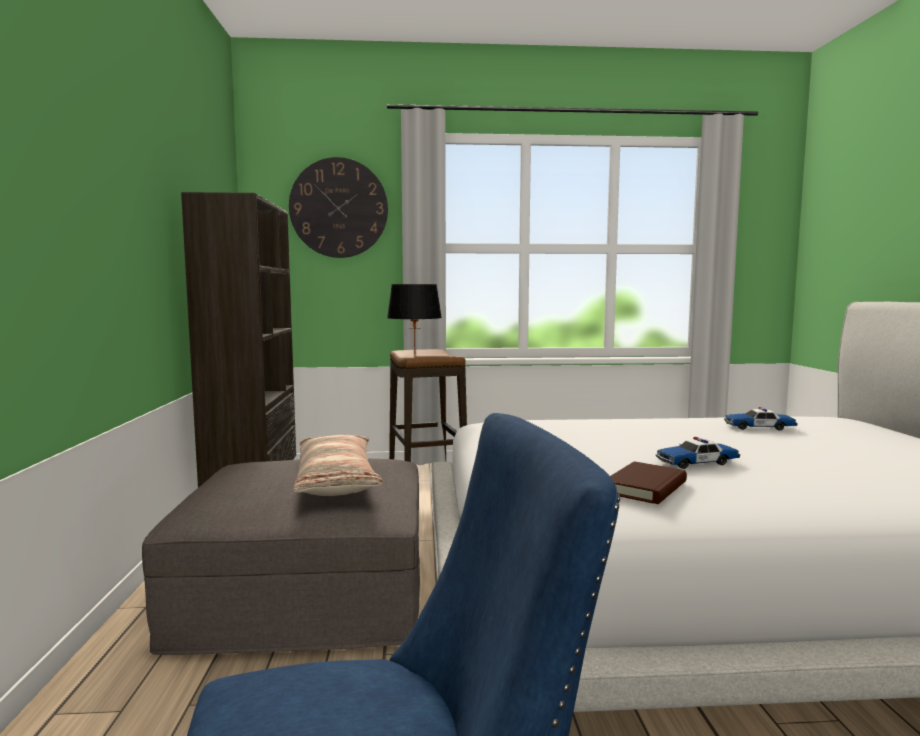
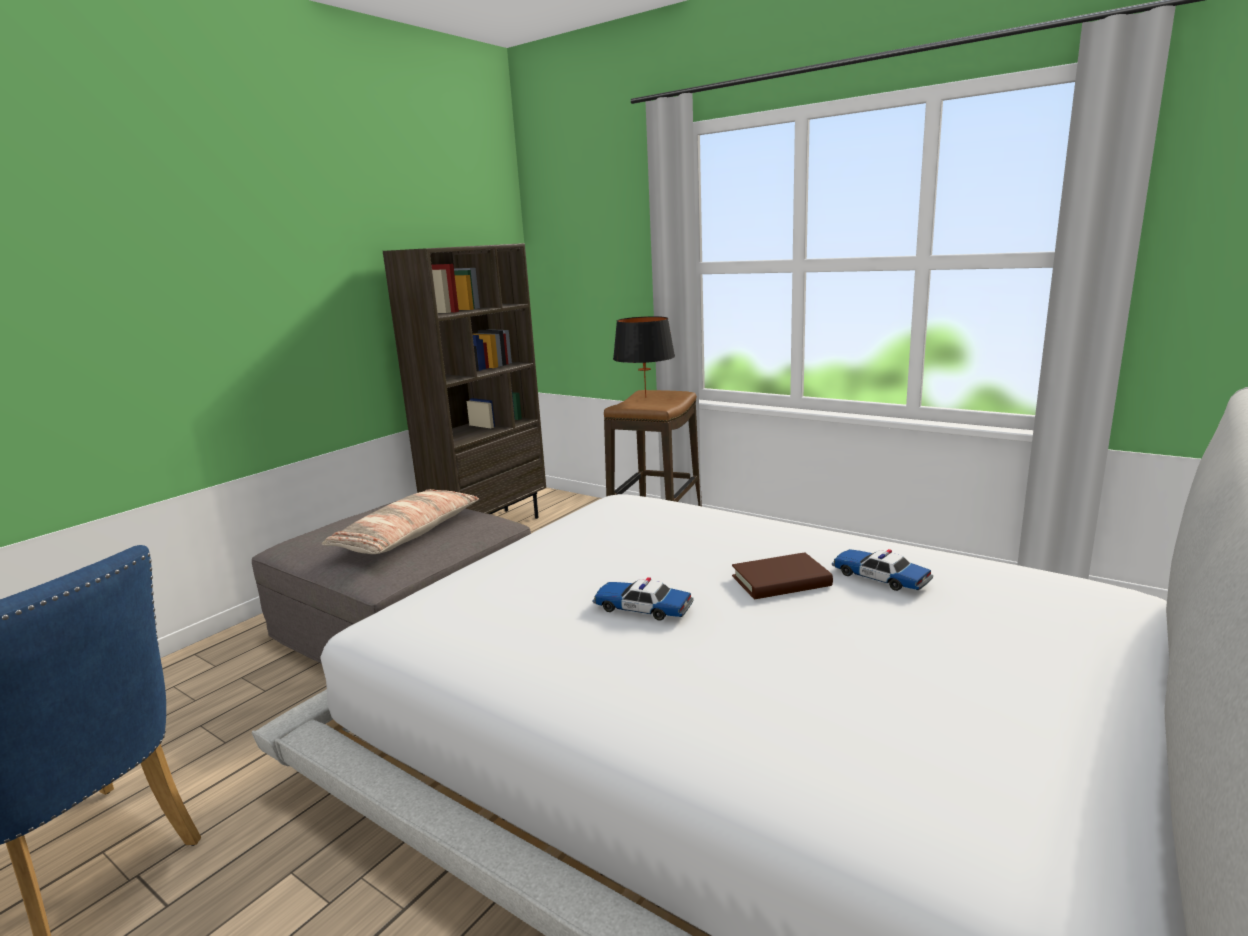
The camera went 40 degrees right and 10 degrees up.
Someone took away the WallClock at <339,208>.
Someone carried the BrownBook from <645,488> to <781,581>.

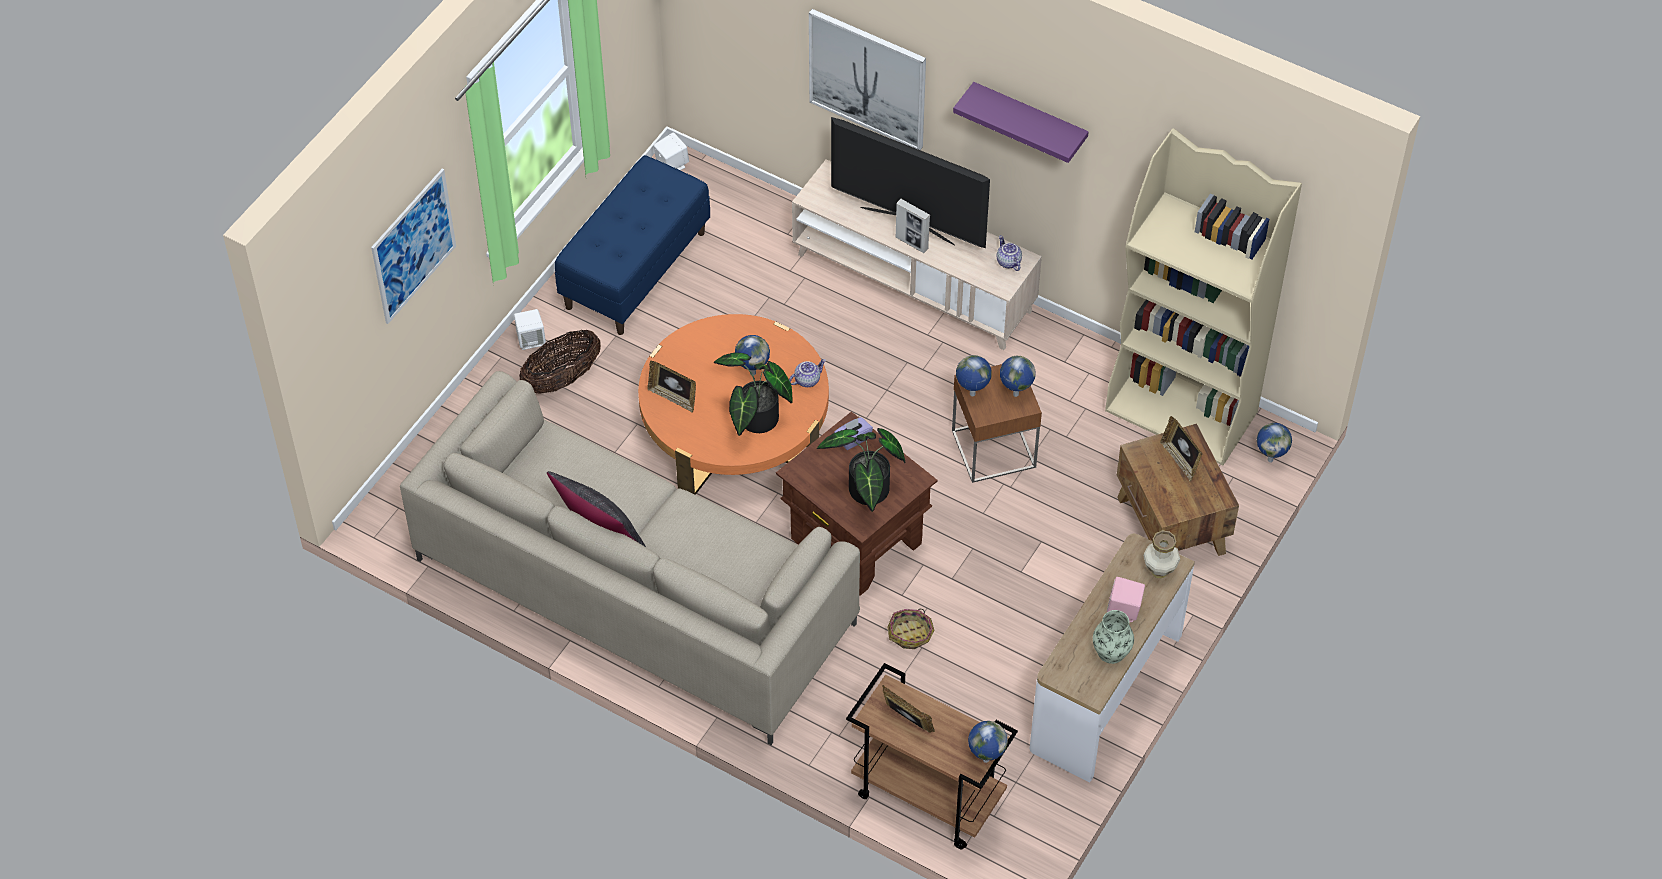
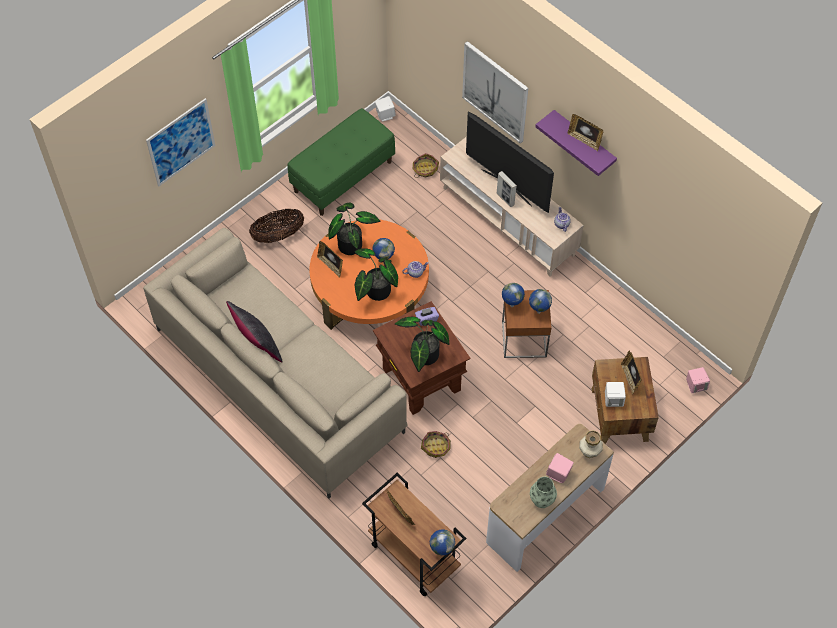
The camera went 15 degrees right and 5 degrees up.
Someone took away the BeigeBookcase at <1182,411>.
Someone repainted the BlueBench at <635,269>, which became the GreenBench at <343,176>.
Someone carried the WhiteSpeaker from <531,340> to <613,400>.
Someone swapped the Globe at <1270,459> for the PinkSpeaker at <695,386>.
Someone put down the PictureFrame at <584,140>.
Someone put down the Basket at <425,169>.
Someone put down the PottedPlant at <351,243>.

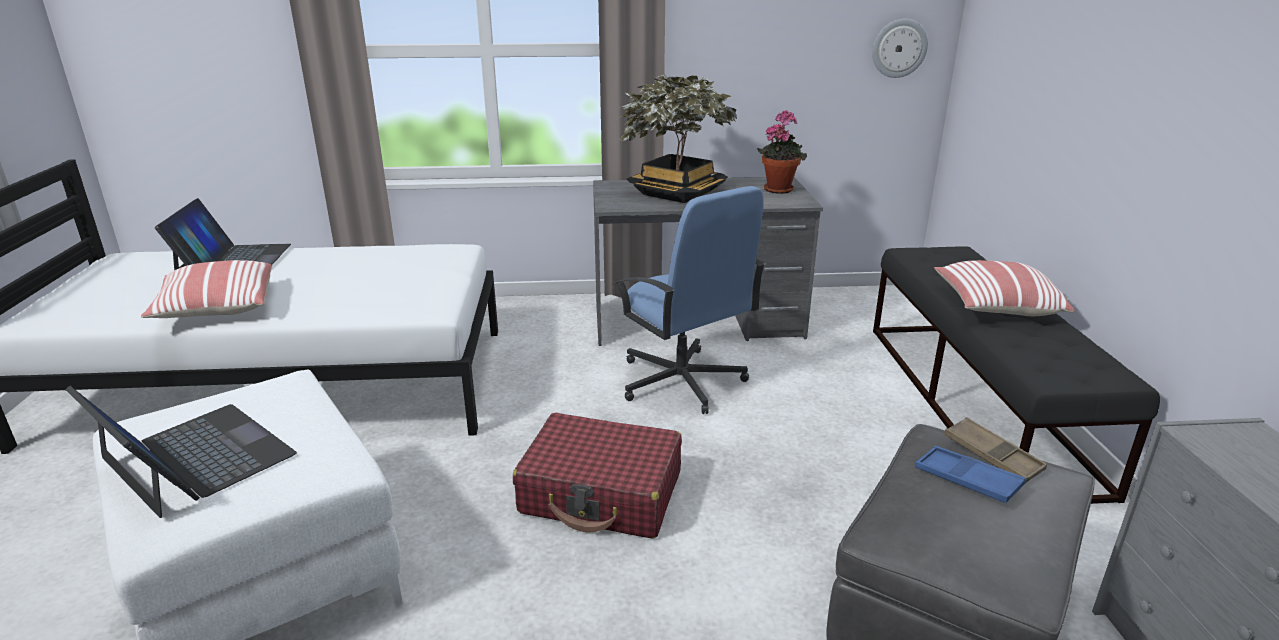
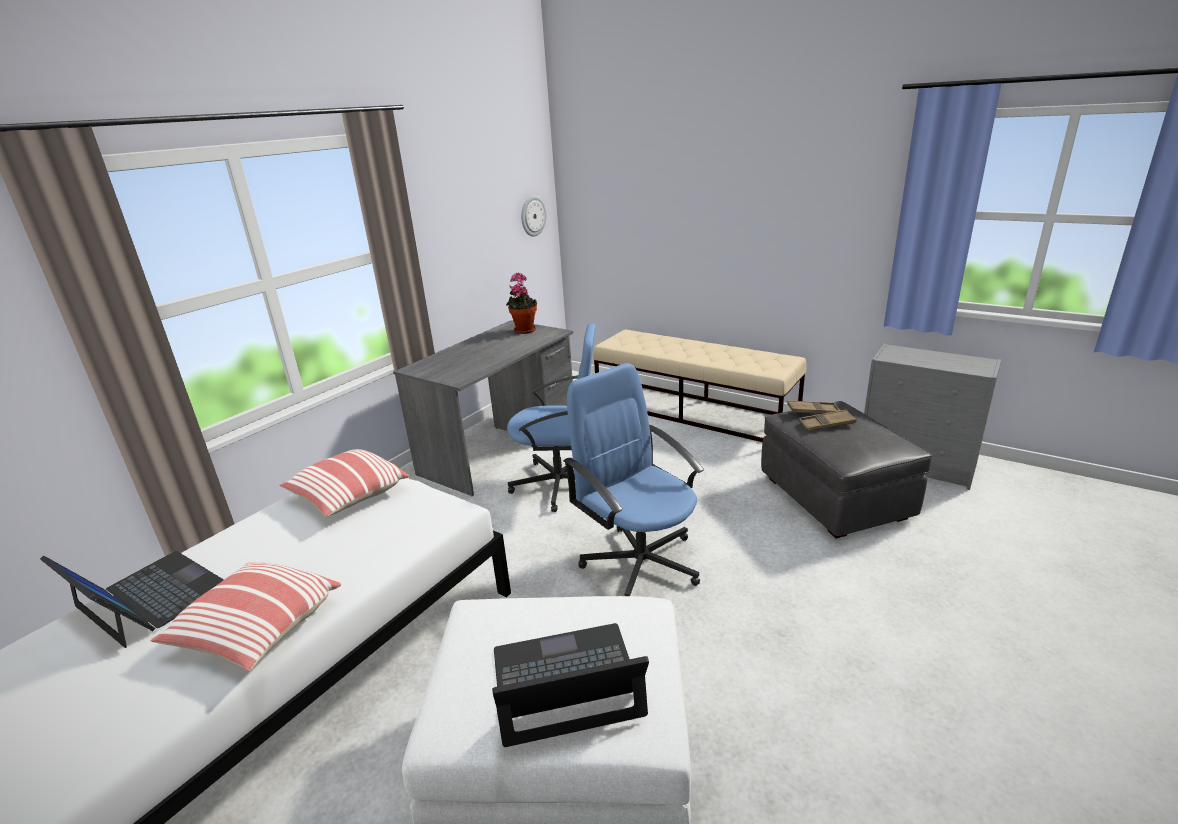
The camera went 50 degrees left and 0 degrees up.
Someone took away the PottedPlant at <677,193>.
Someone repainted the BlackBench at <976,402>, which became the BeigeBench at <694,411>.
Someone carried the Pillow from <995,306> to <348,496>.
Someone swapped the RedSuitcase at <602,493> for the BlueOfficeChair at <640,562>.
Someone repainted the BlueTray at <967,480>, which became the BrownTray at <826,424>.

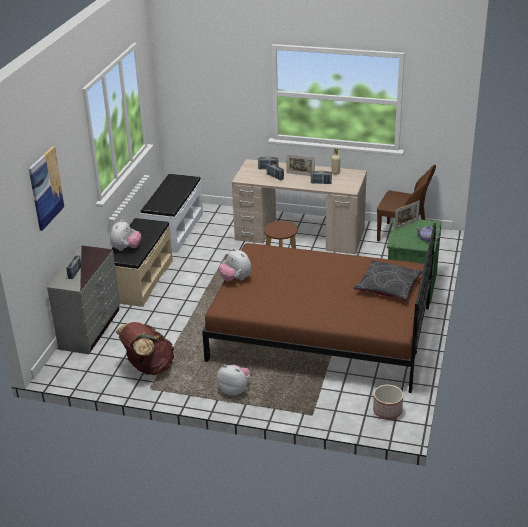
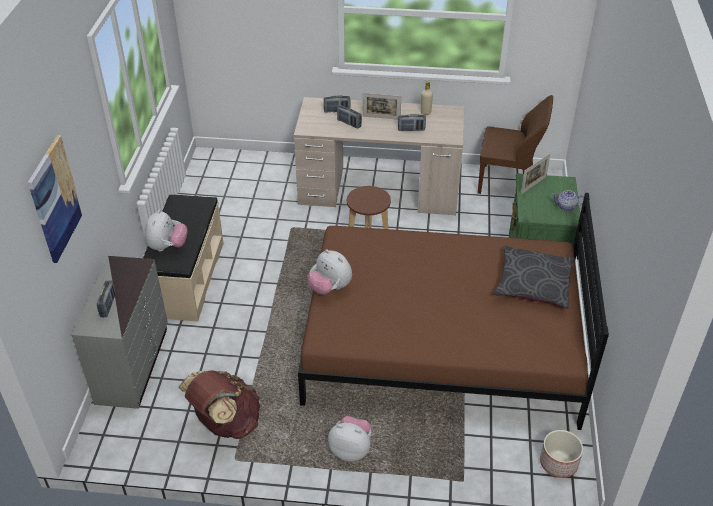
The camera went 10 degrees left and 10 degrees up.
Someone took away the WhiteBench at <174,230>.

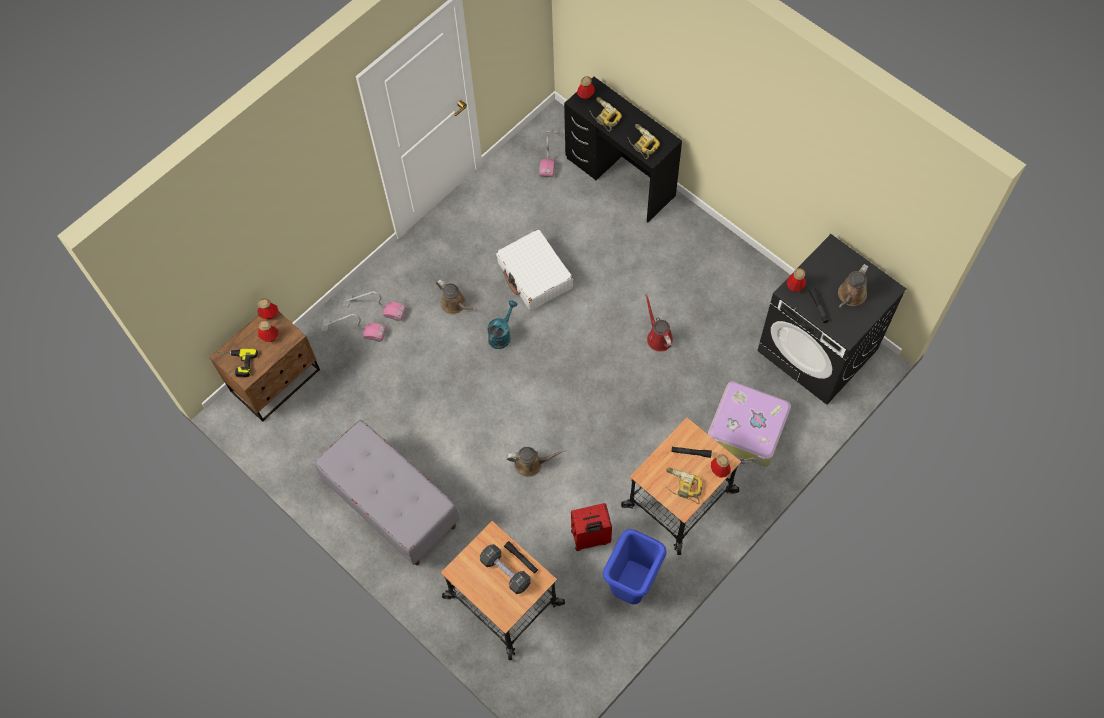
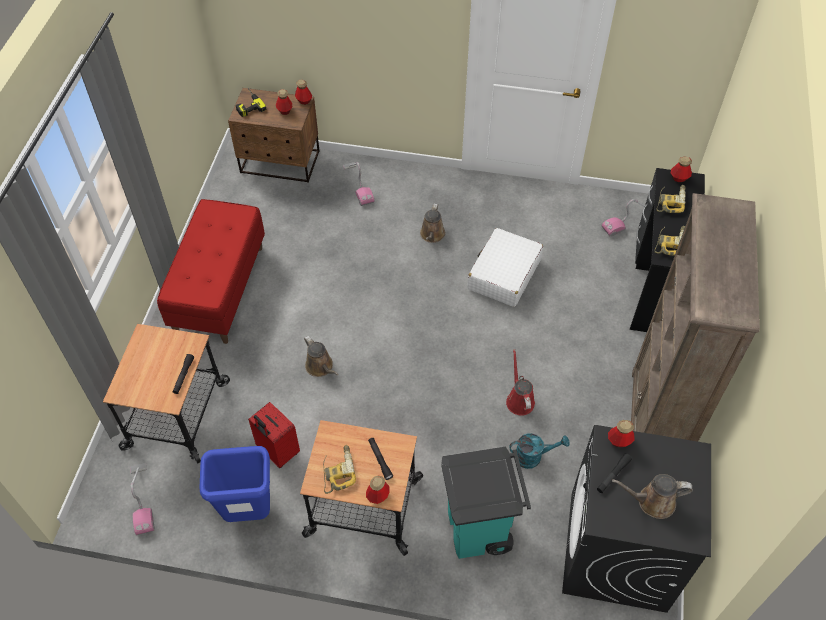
The camera went 55 degrees right and 10 degrees down.
Someone carried the VacuumCleaner from <374,308> to <142,499>.
Someone rotated the RedWateringCan at <658,337> by 45 degrees counterclockwise.
Someone carried the TurquoiseWateringCan from <501,334> to <533,456>.
Someone swapped the Suitcase at <747,429> for the TurquoiseTrashCan at <479,529>.
Someone repainted the GreyBench at <391,505>, which became the RedBench at <219,289>.
Someone took away the BlackDumbbell at <505,572>.
Someone put down the BrownBookcase at <652,426>.

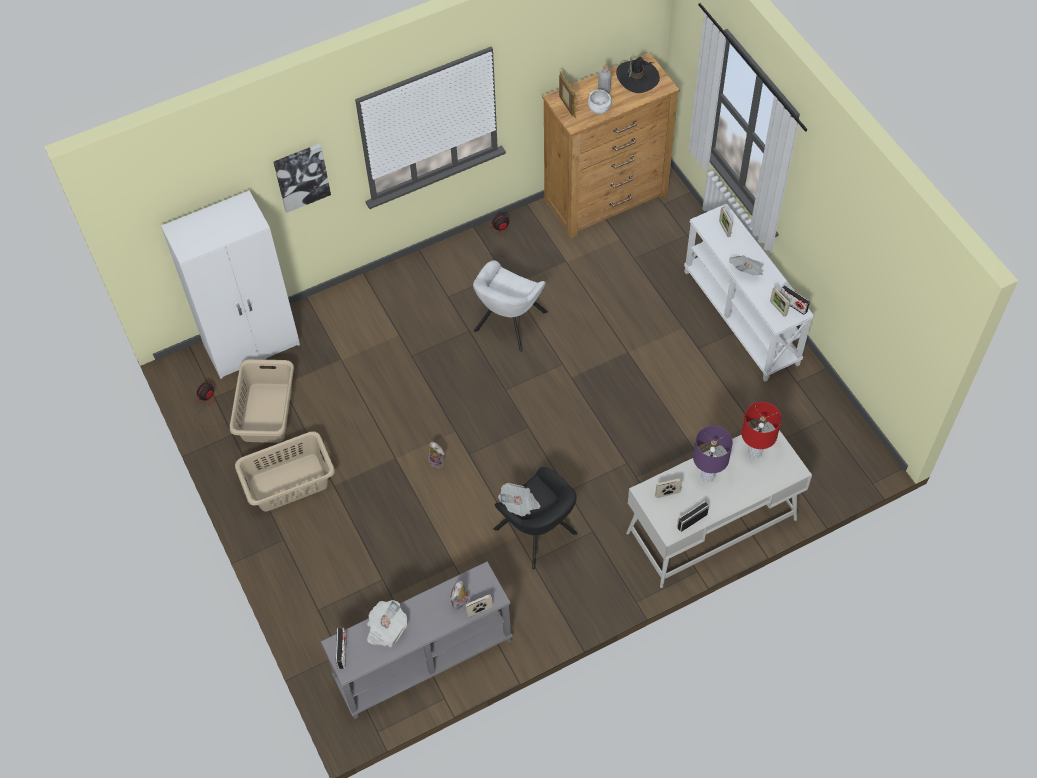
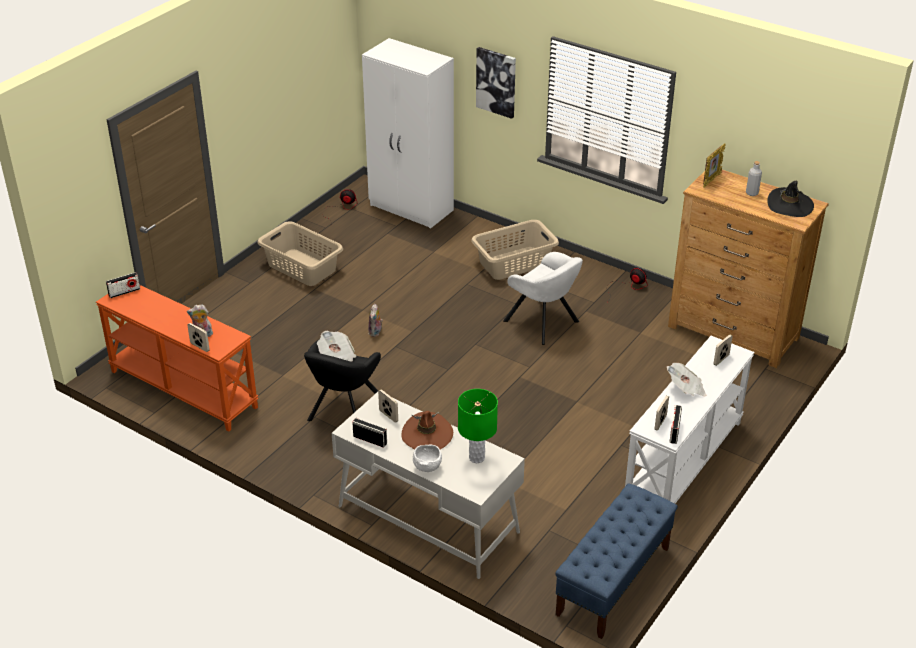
The camera went 60 degrees right and 20 degrees down.
Someone carried the WhiteBowl from <598,109> to <427,466>.
Someone rotated the WhiteArmchair at <508,324> by 135 degrees counterclockwise.
Someone carried the BeigeLaundryBasket from <267,412> to <514,263>.
Someone repainted the RedTableLamp at <755,452>, which became the GreenTableLamp at <476,458>.
Someone swapped the PurpleTableLamp at <707,475> for the BrownHat at <427,435>.
Someone repainted the GreyConsoleTable at <423,661>, which became the OrangeConsoleTable at <182,389>.
Someone took away the Newspaper at <386,629>.
Someone put down the BlueBench at <613,581>.

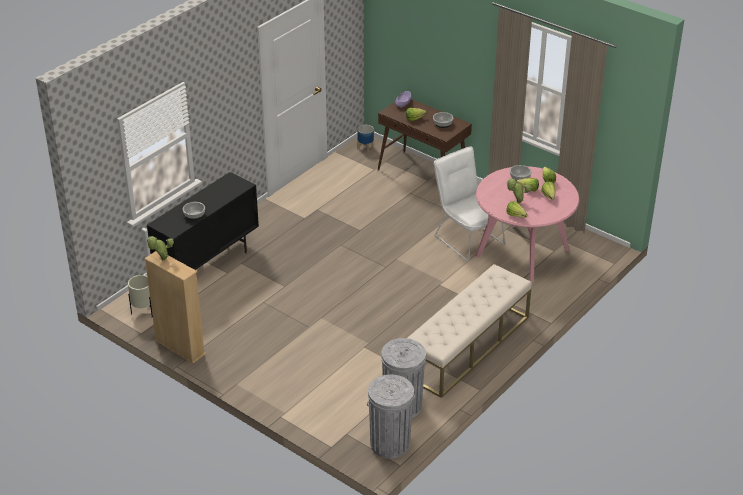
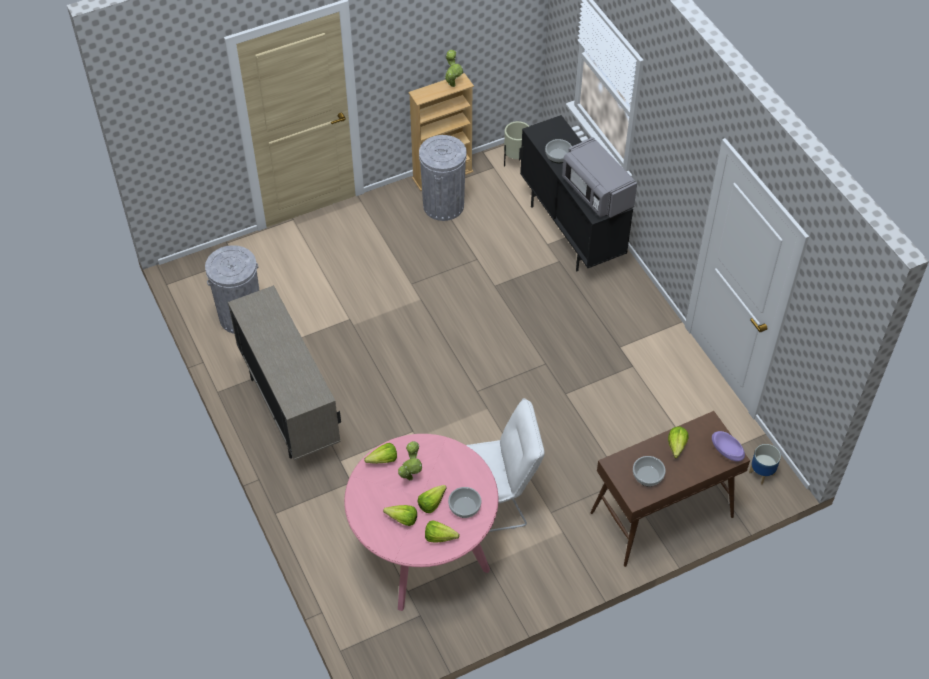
The camera went 115 degrees right and 15 degrees up.
Someone swapped the BeigeBench at <467,346> for the BeigeCabinet at <290,410>.
Someone carried the GreyTrashCan from <390,444> to <443,205>.
Someone put down the GreyMicrowave at <596,193>.

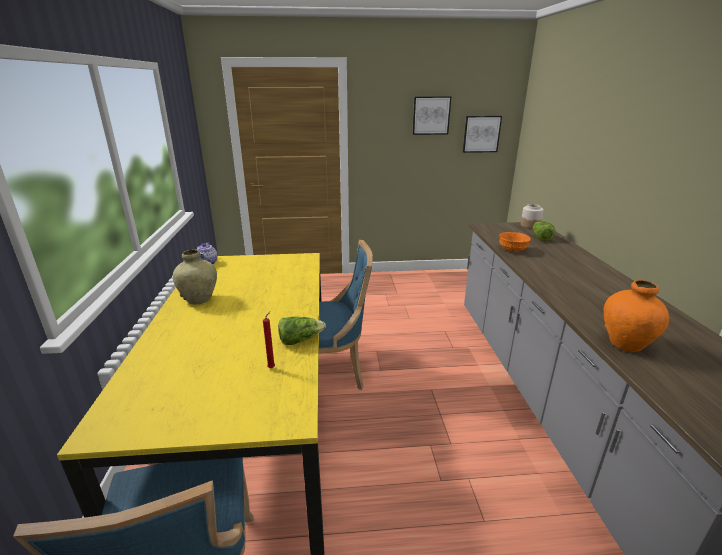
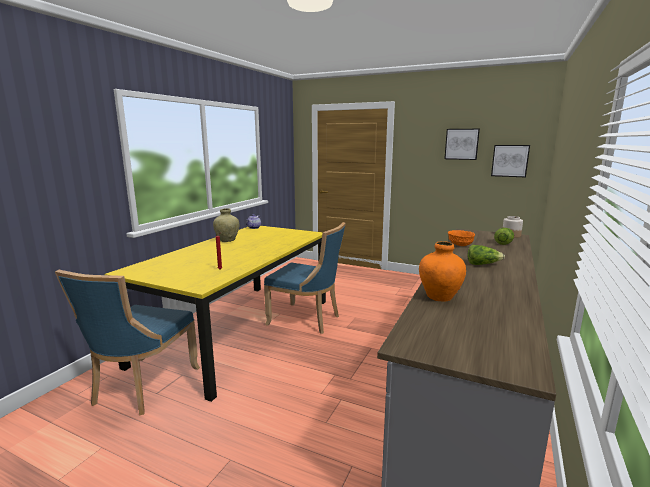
The camera went 30 degrees right and 10 degrees down.
Someone carried the Lettuce from <300,340> to <482,264>.

